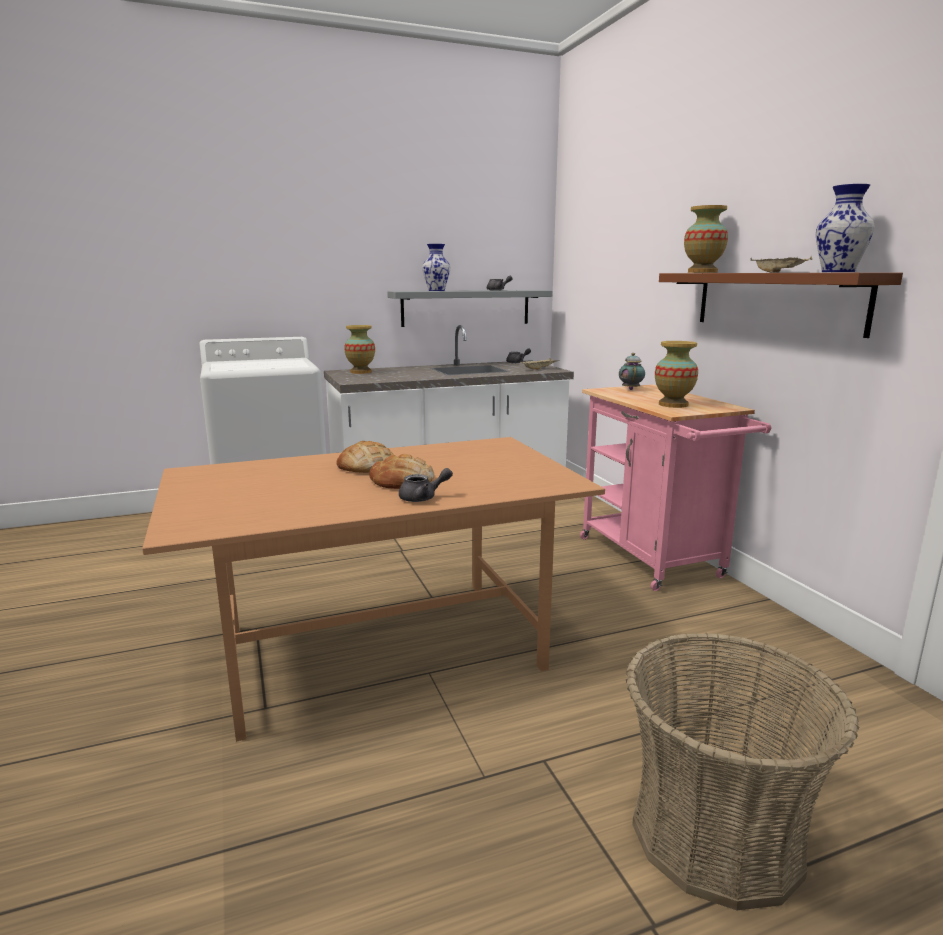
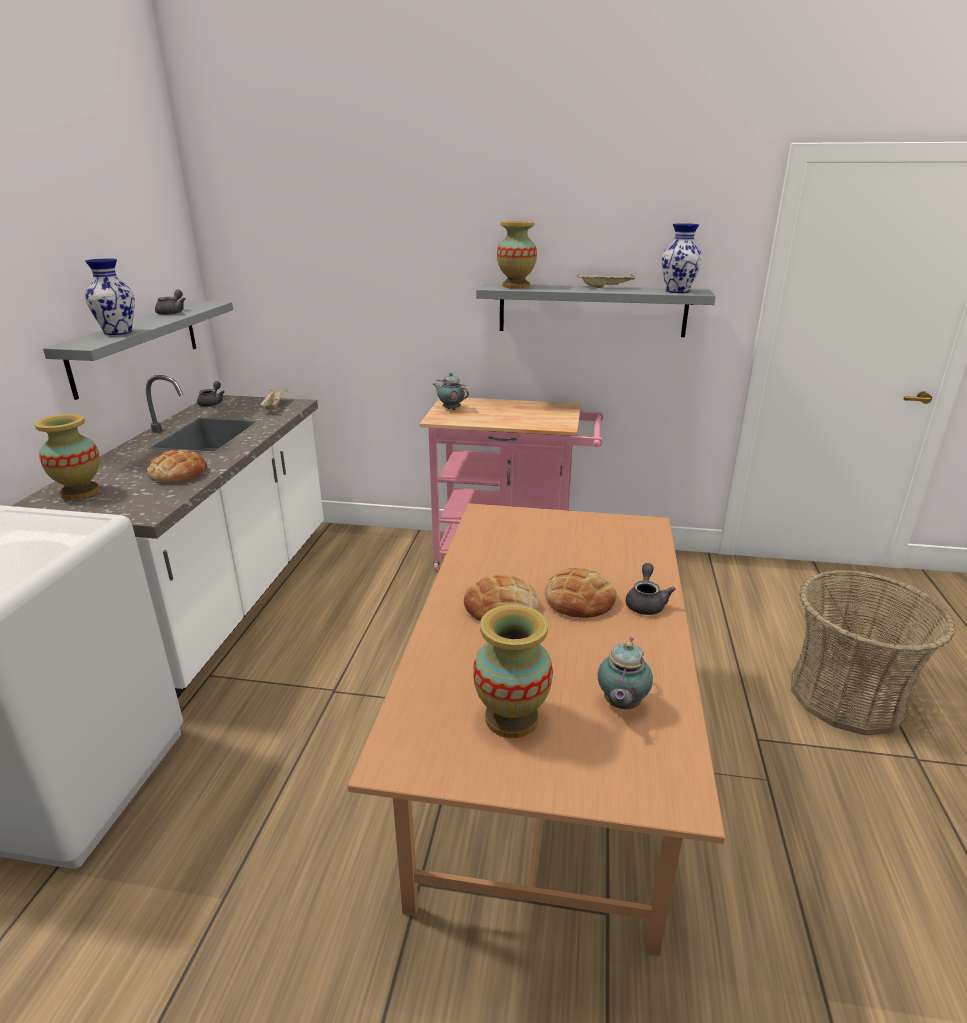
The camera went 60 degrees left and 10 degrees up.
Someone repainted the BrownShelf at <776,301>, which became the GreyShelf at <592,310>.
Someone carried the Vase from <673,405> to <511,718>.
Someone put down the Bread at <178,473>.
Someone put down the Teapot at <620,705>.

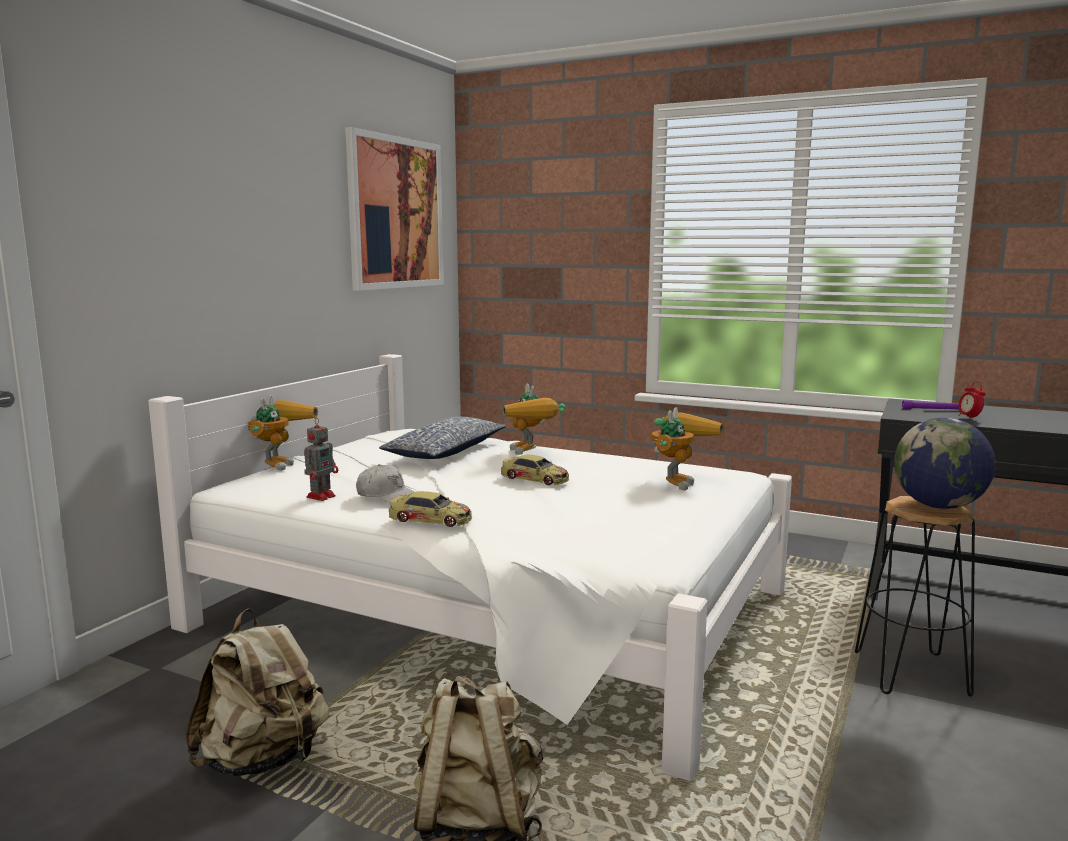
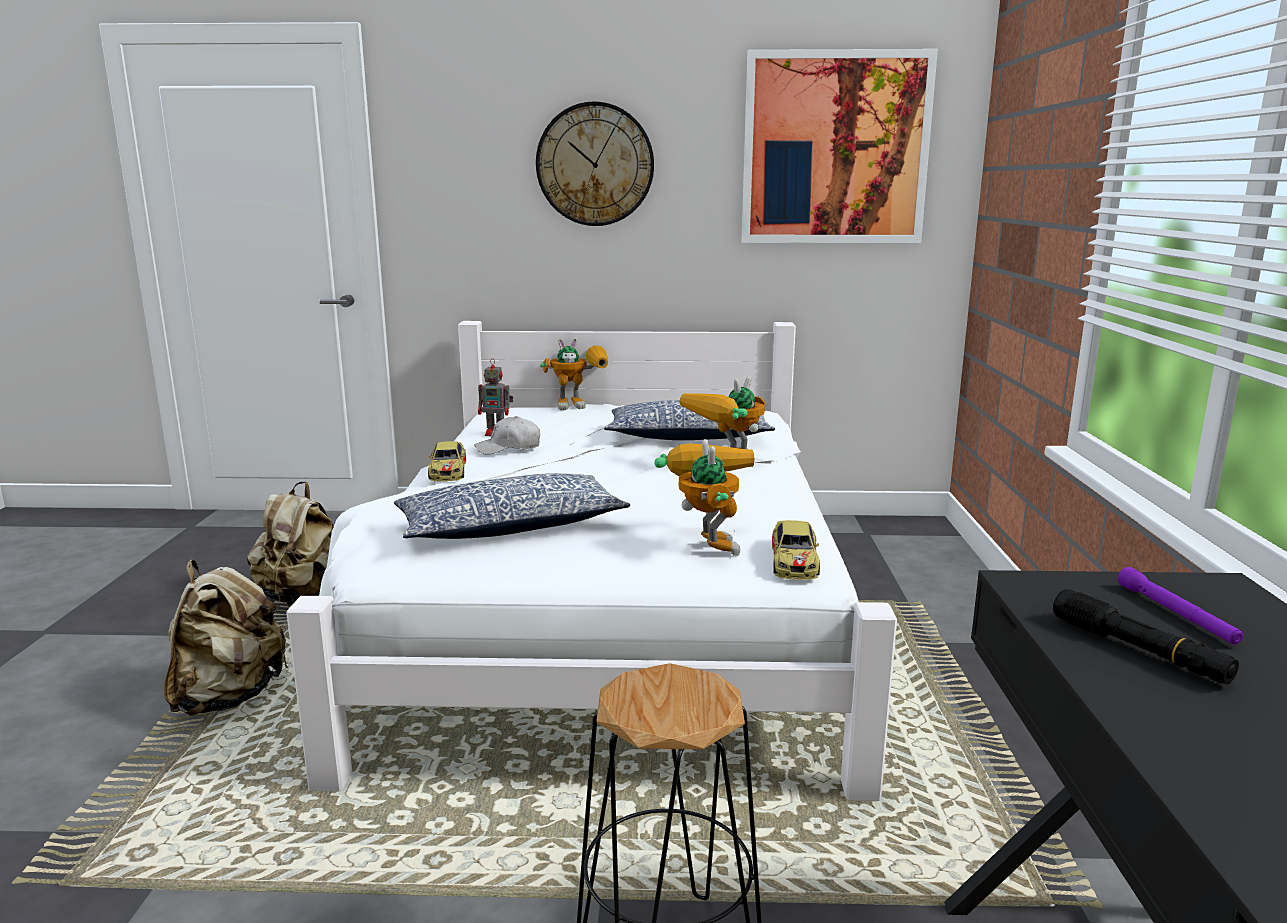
The camera went 65 degrees right and 5 degrees up.
Someone swapped the AlarmClock at <969,418> for the BlackFlashlight at <1138,650>.
Someone rotated the ToyRobot at <678,481> by 105 degrees counterclockwise.
Someone took away the Globe at <938,506>.
Someone carried the ToyCar from <535,478> to <794,559>.
Someone rotated the WhiteCap at <387,496> by 75 degrees clockwise.
Someone put up the WallClock at <595,165>.
Someone put down the Pillow at <509,527>.

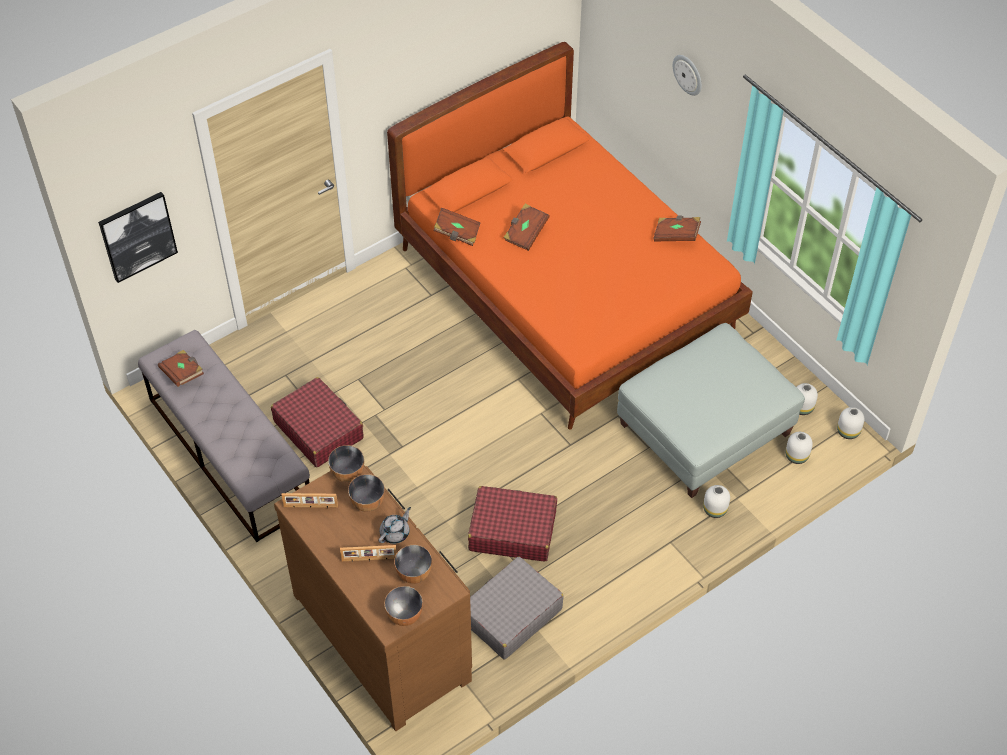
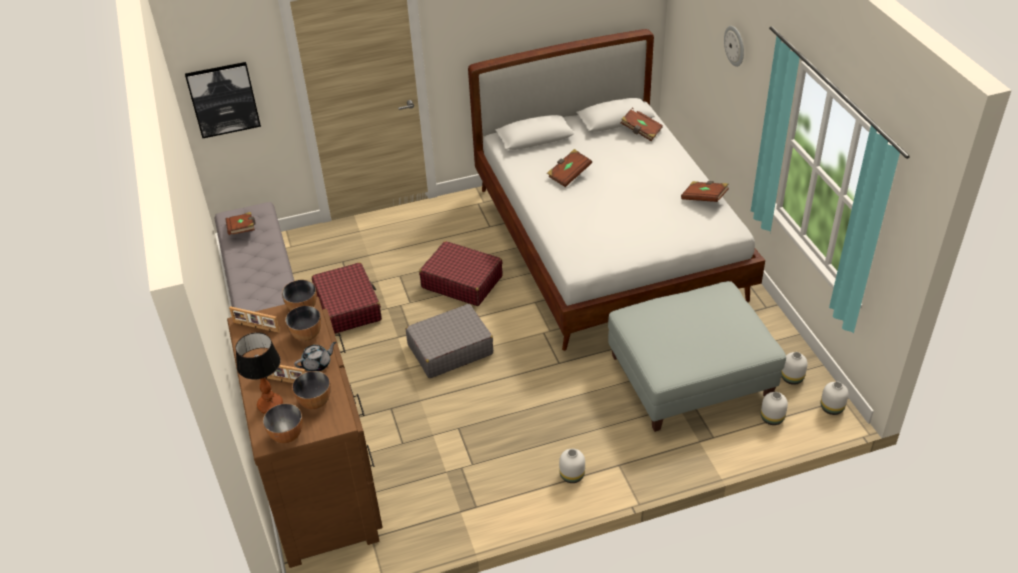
The camera went 20 degrees right and 10 degrees down.
Someone repainted the OrangeBed at <567,290>, which became the WhiteBed at <607,243>.
Someone carried the BrownBook from <457,233> to <641,131>.
Someone carried the WhiteVase from <714,510> to <571,476>.
Someone carried the RedSuitcase from <512,531> to <462,282>.
Someone carried the GreySuitcase from <511,615> to <450,349>.
Someone put down the TableLamp at <271,405>.

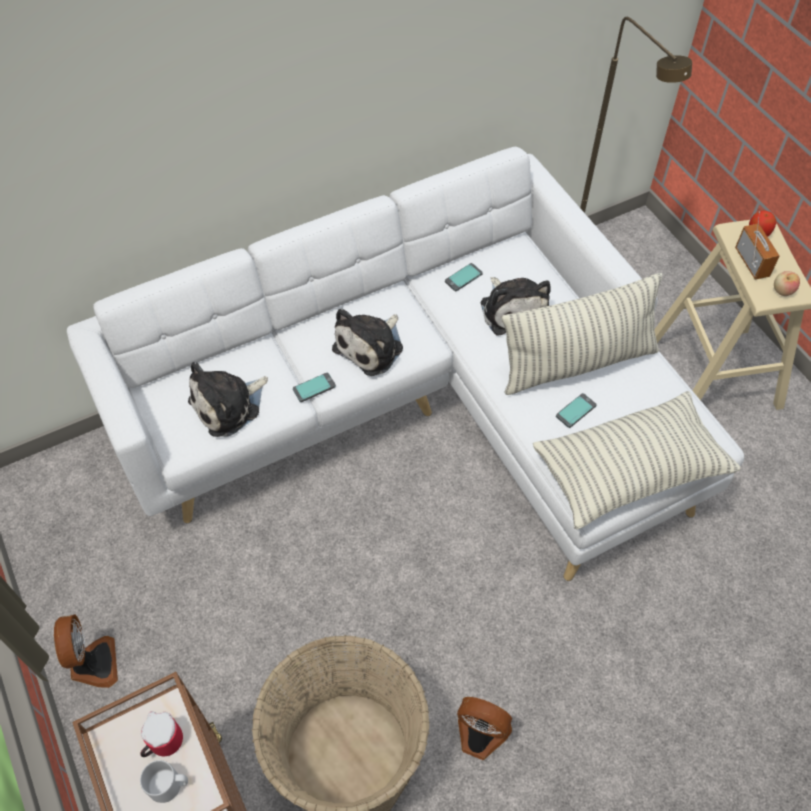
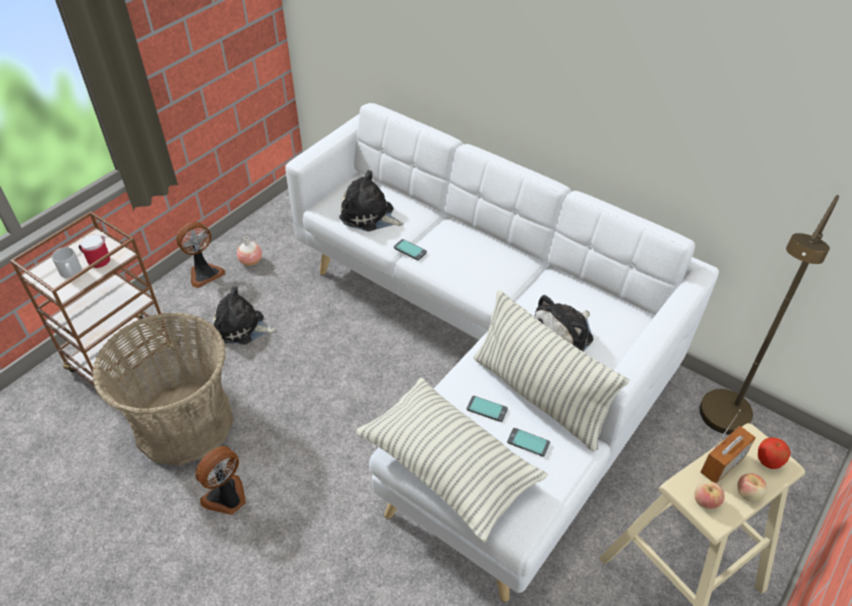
The camera went 65 degrees right and 10 degrees down.
Someone carried the Phone from <463,278> to <528,443>.
Someone carried the PlushToy from <371,346> to <242,328>.
Someone rotated the Fan at <480,734> by 135 degrees counterclockwise.
Someone put down the Vase at <251,261>.
Someone put down the Apple at <748,494>.

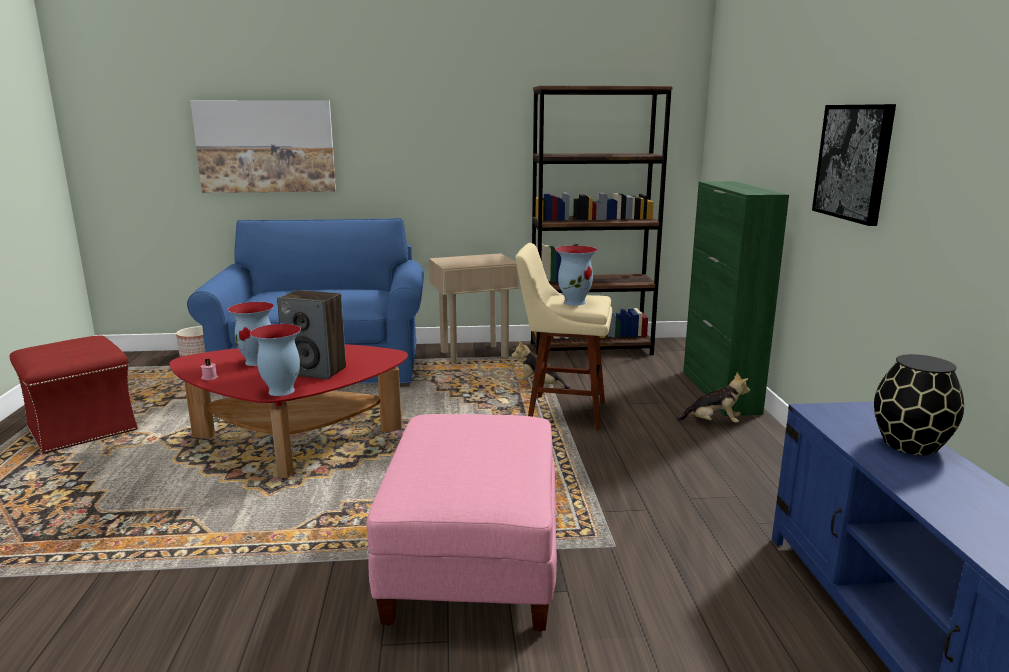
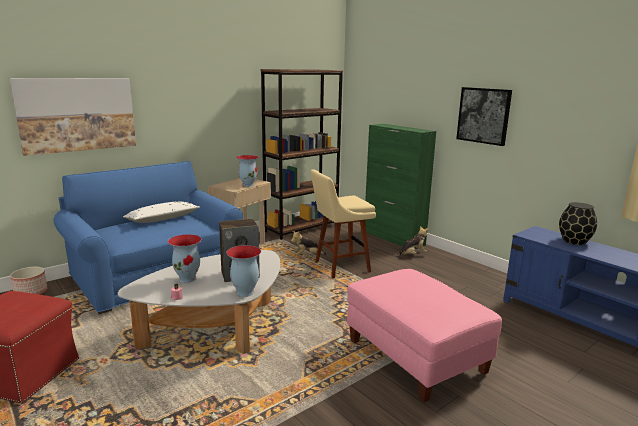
The camera went 35 degrees left and 0 degrees up.
Someone carried the Vase from <575,302> to <248,185>.
Someone repainted the RedCoffeeTable at <294,442>, which became the WhiteCoffeeTable at <216,329>.
Someone put down the WhitePillow at <162,219>.

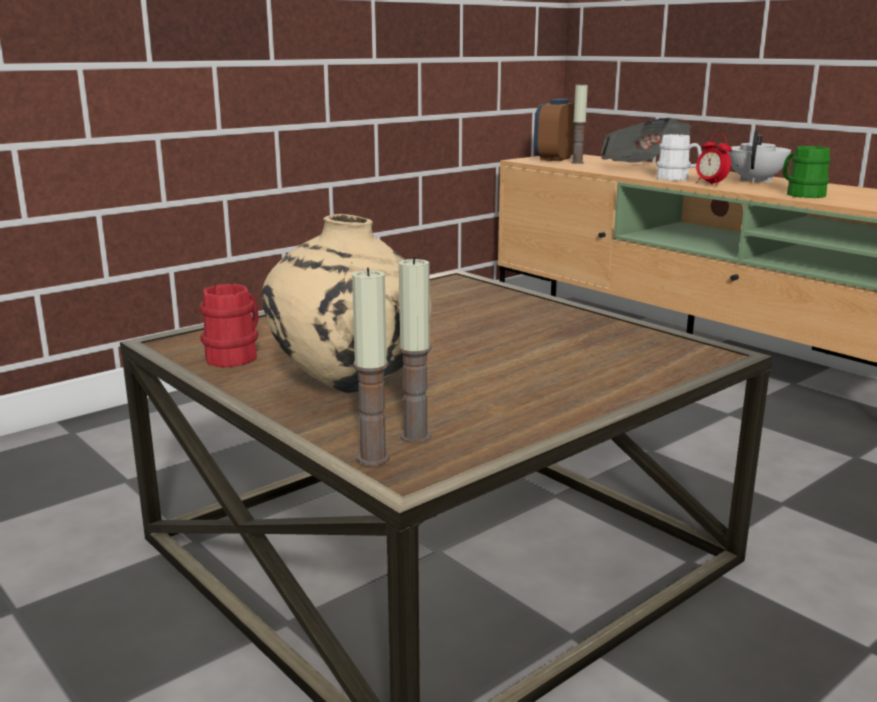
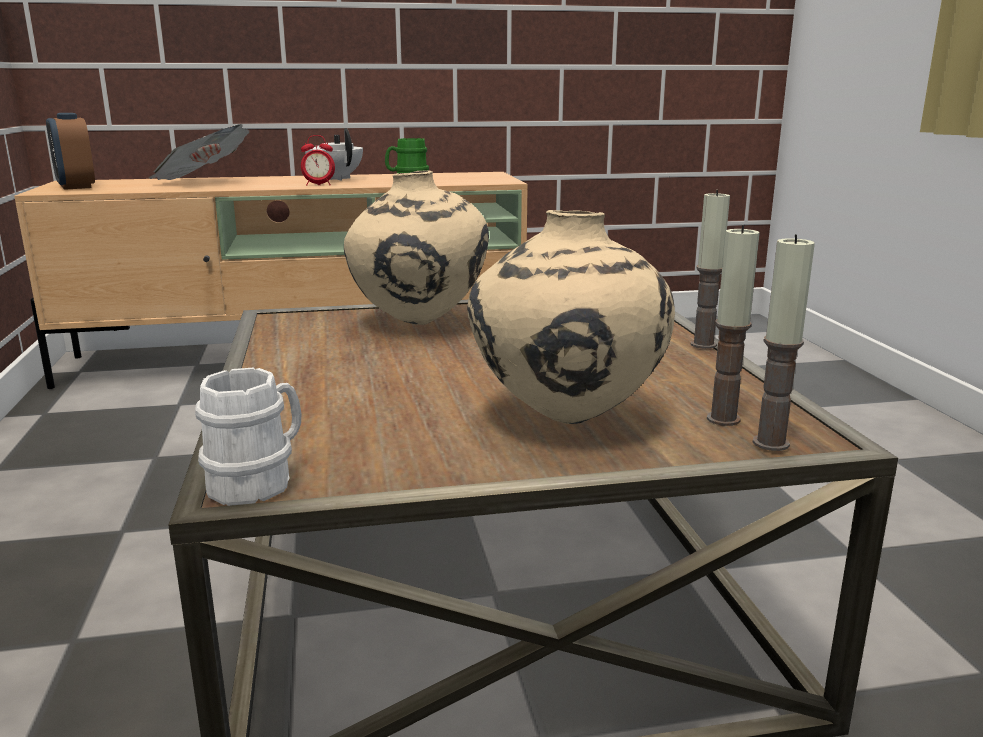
The camera went 60 degrees left and 0 degrees up.
Someone carried the Candle from <577,163> to <703,344>.
Someone carried the WhiteMug from <677,178> to <259,480>.
Someone took away the RedMug at <236,355>.
Someone put down the BeigeVase at <418,324>.

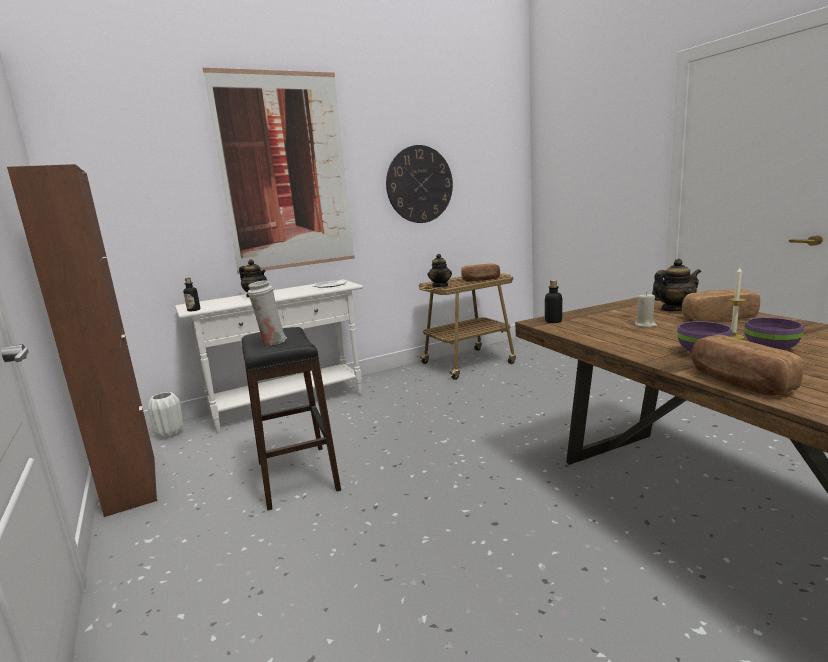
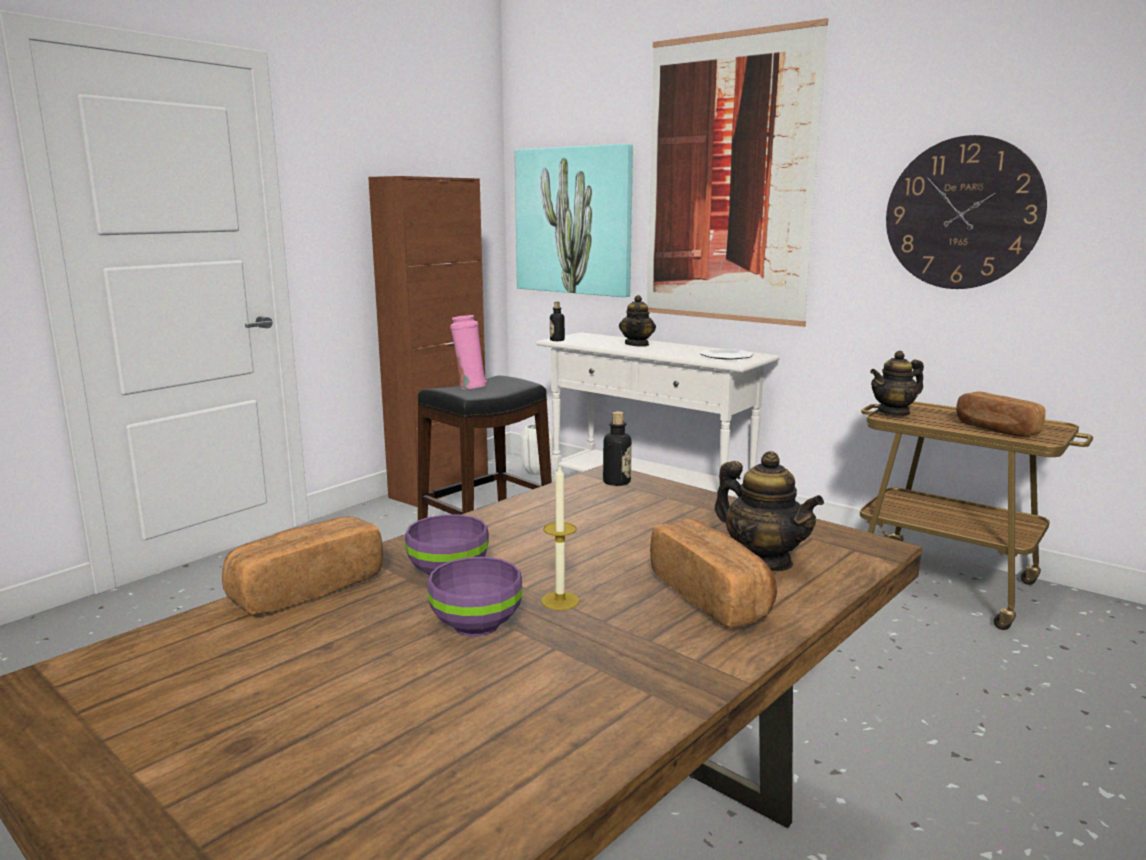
The camera went 65 degrees right and 0 degrees up.
Someone repainted the WhiteVase at <271,342>, which became the PinkVase at <469,386>.
Someone took away the BeigeCandle at <645,325>.
Someone put up the Picture at <574,221>.

